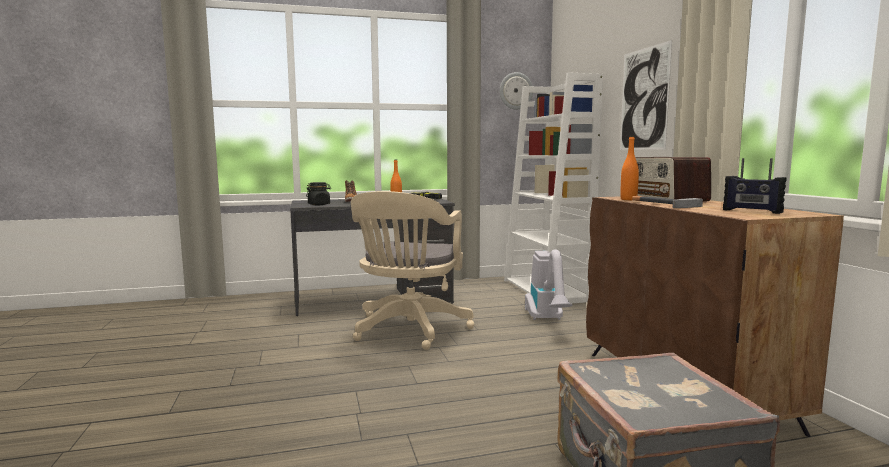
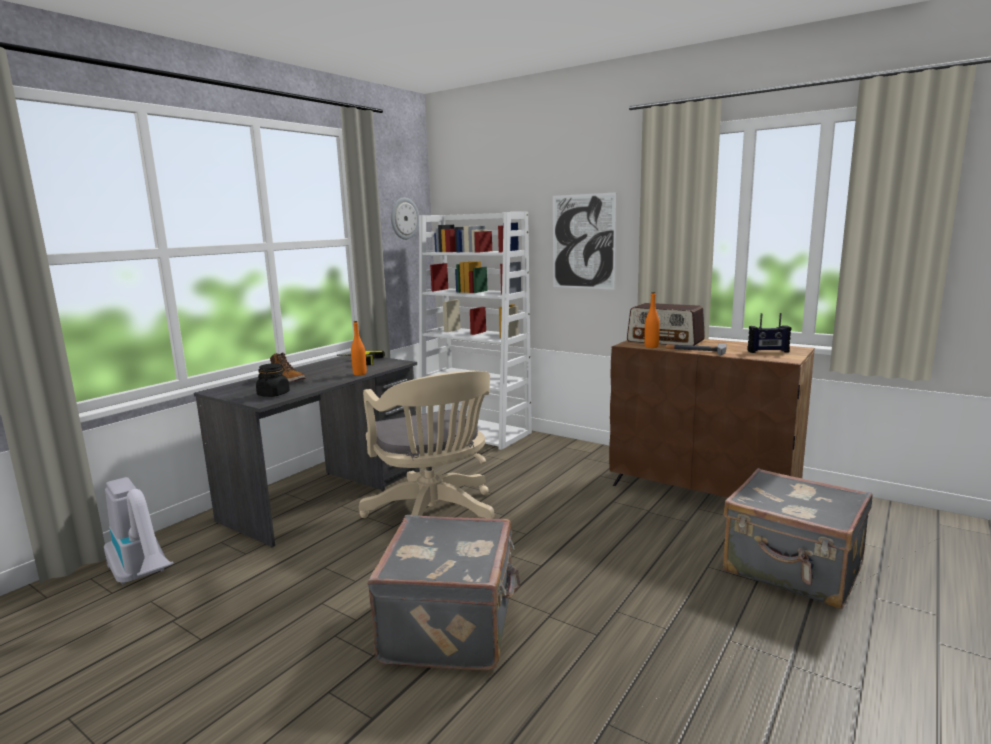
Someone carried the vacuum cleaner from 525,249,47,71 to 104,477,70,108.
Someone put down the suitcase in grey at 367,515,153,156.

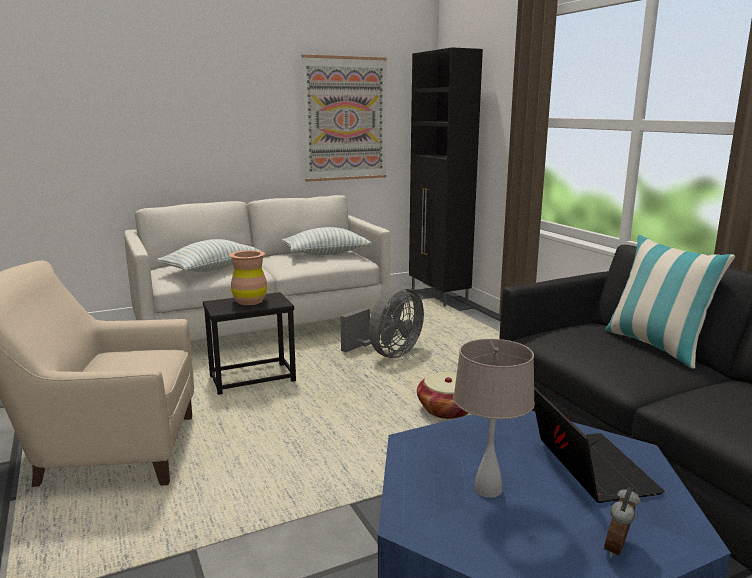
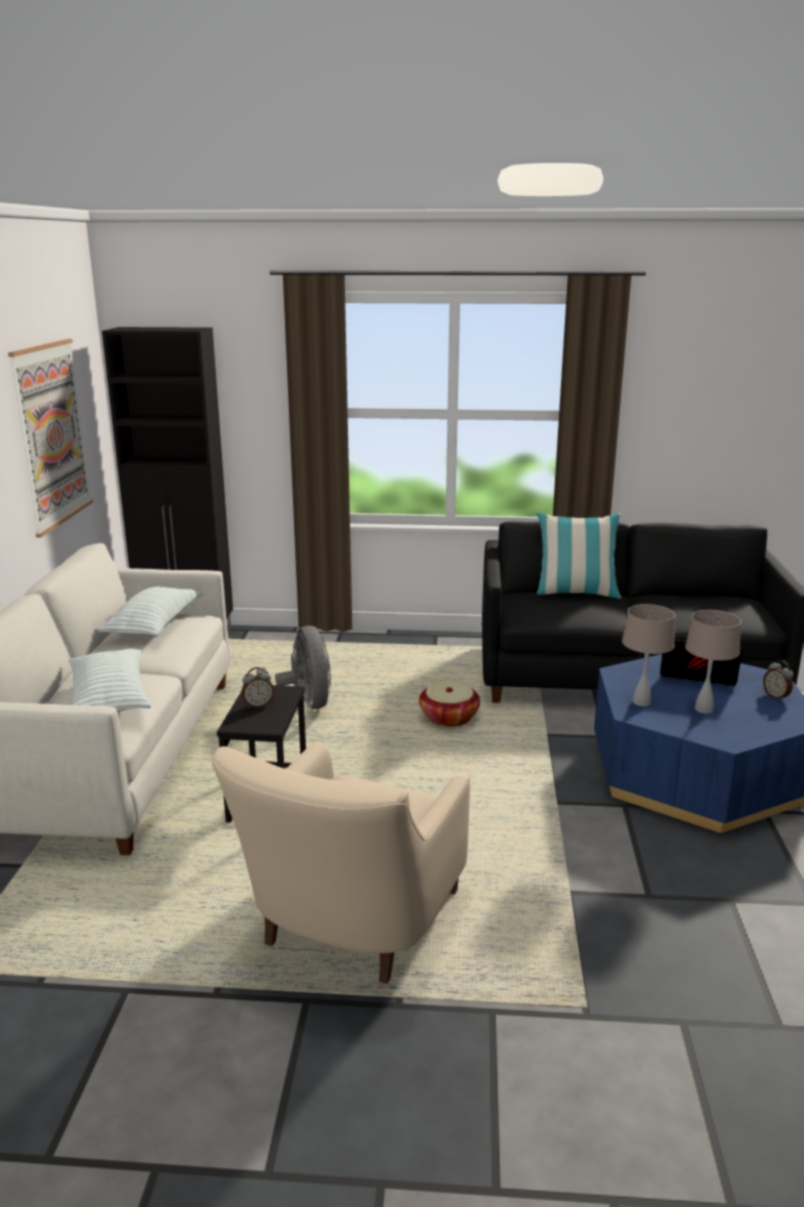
Someone swapped the vase in brown at 229,250,38,55 for the alarm clock at 242,667,32,41.
Someone put down the table lamp in beige at 622,604,53,102.

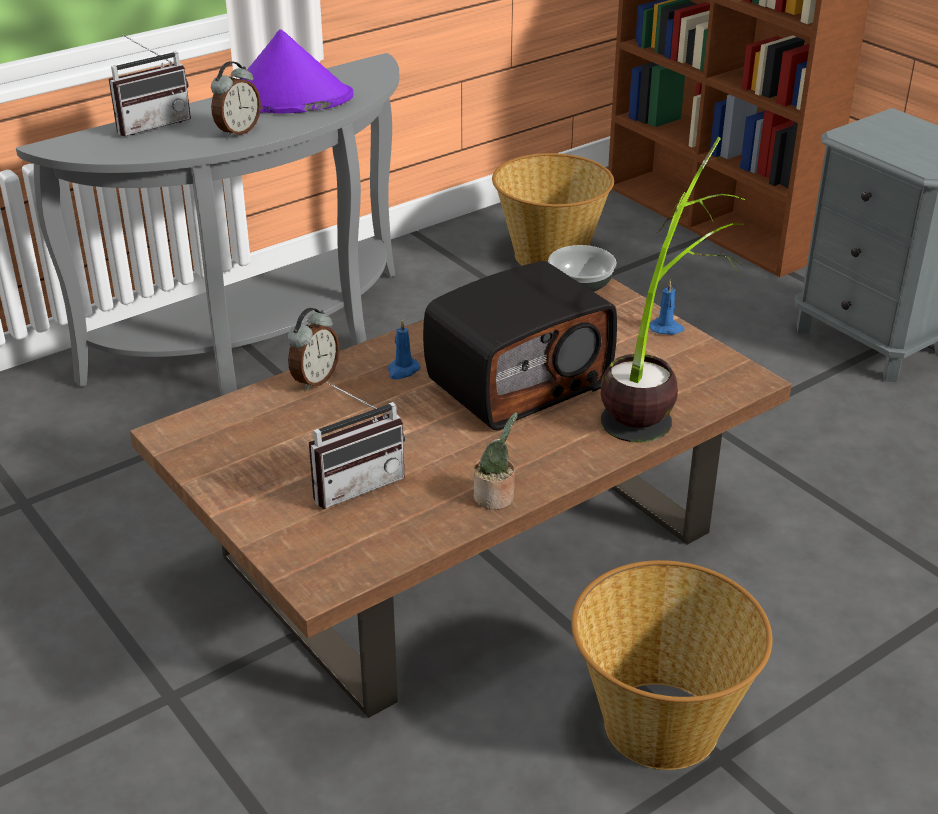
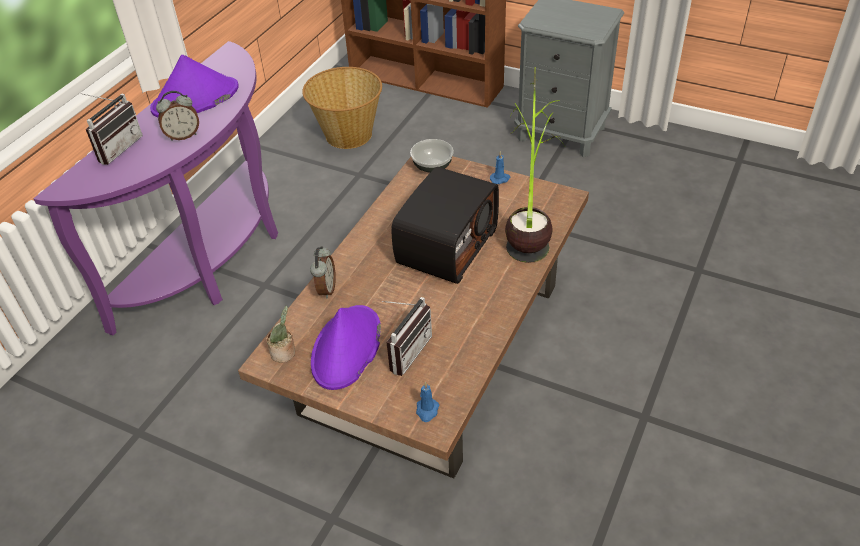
Someone repainted the console table in grey at 16,53,384,342, which became the console table in purple at 33,41,245,294.
Someone rotated the alarm clock at 211,61,50,78 by 60 degrees clockwise.
Someone carried the potted plant from 474,412,44,98 to 266,306,29,57.
Someone put down the hat in purple at 311,305,70,85.
Someone carried the candle in blue from 388,320,33,59 to 416,382,23,40.
Someone took away the basket at 571,560,201,210.

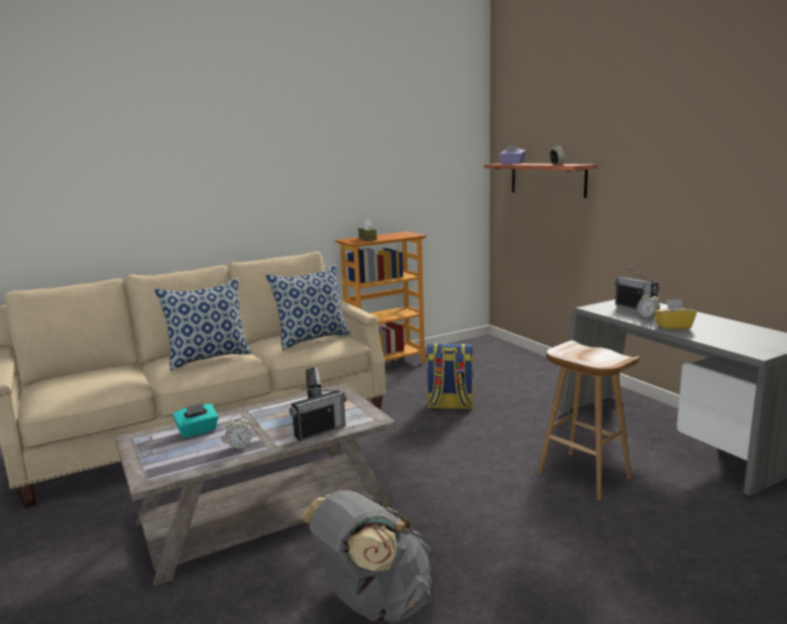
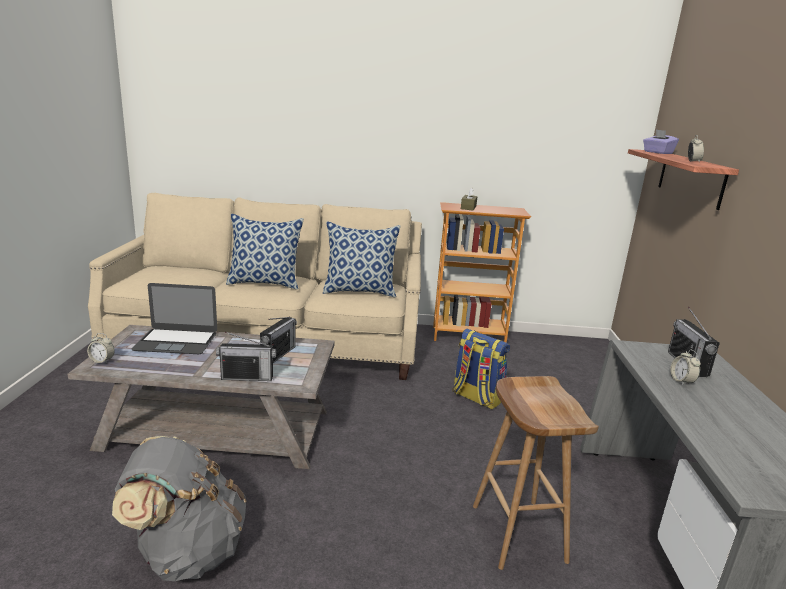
Someone carried the alarm clock from 225,415,27,35 to 87,333,28,31.
Someone swapped the tissue box in turquoise at 173,403,46,35 for the laptop at 132,283,85,71.
Someone took away the tissue box in yellow at 654,299,43,30.

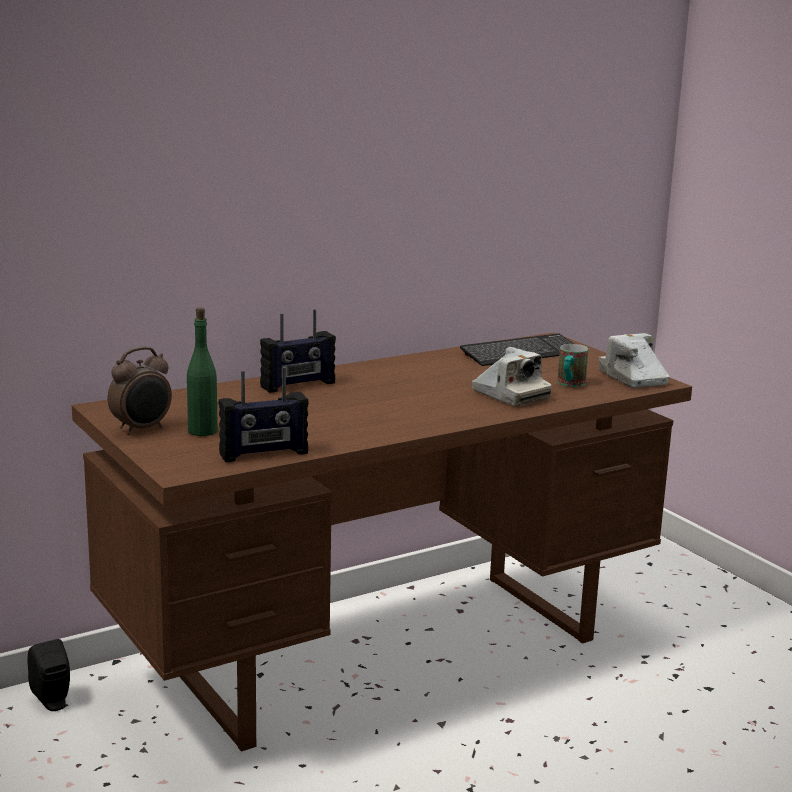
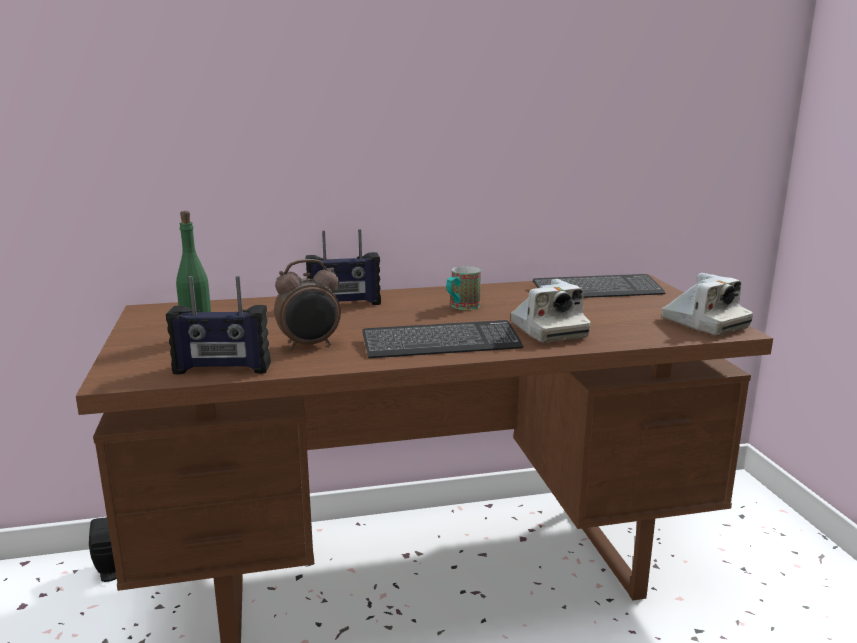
Someone carried the alarm clock from 108,347,64,88 to 274,259,67,91.
Someone put down the keyboard at 362,320,161,38.
Someone carried the mug from 557,344,31,43 to 446,266,35,44.
Someone rotated the photo camera at 599,333,71,55 by 150 degrees clockwise.

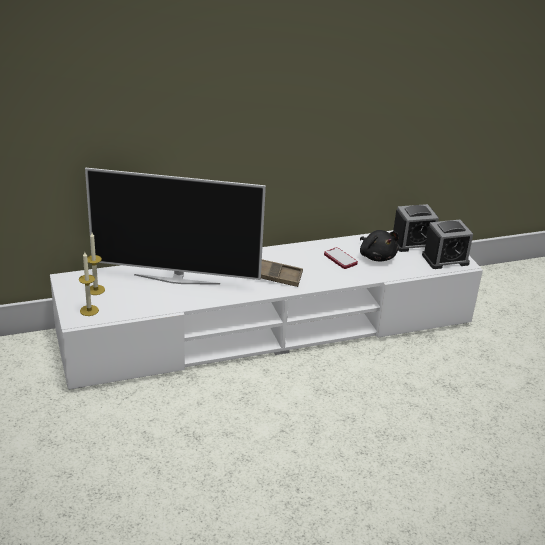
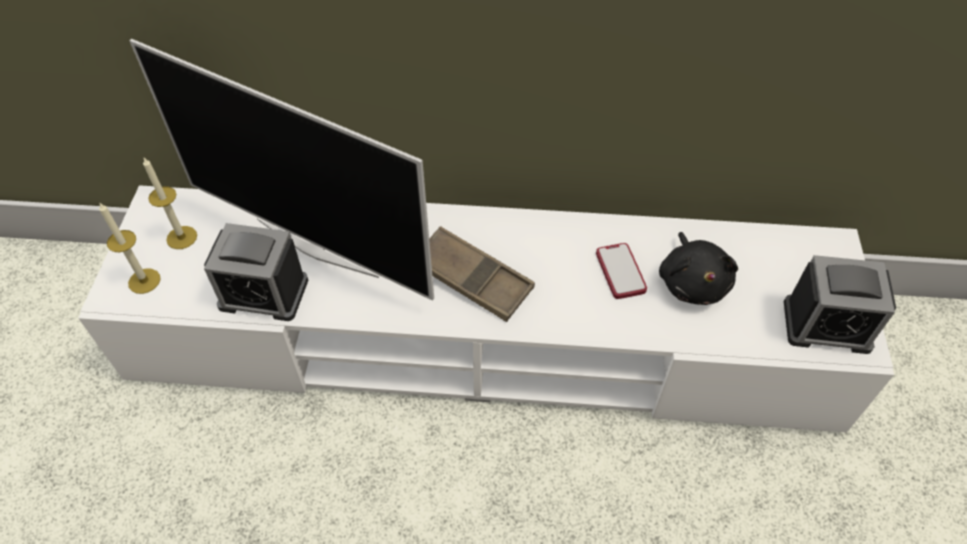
Someone carried the alarm clock from 393,204,46,48 to 204,223,104,98.

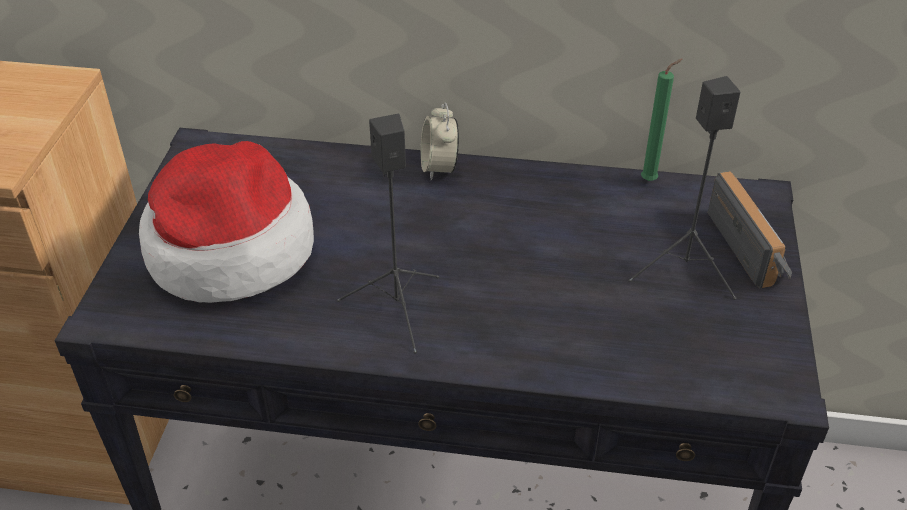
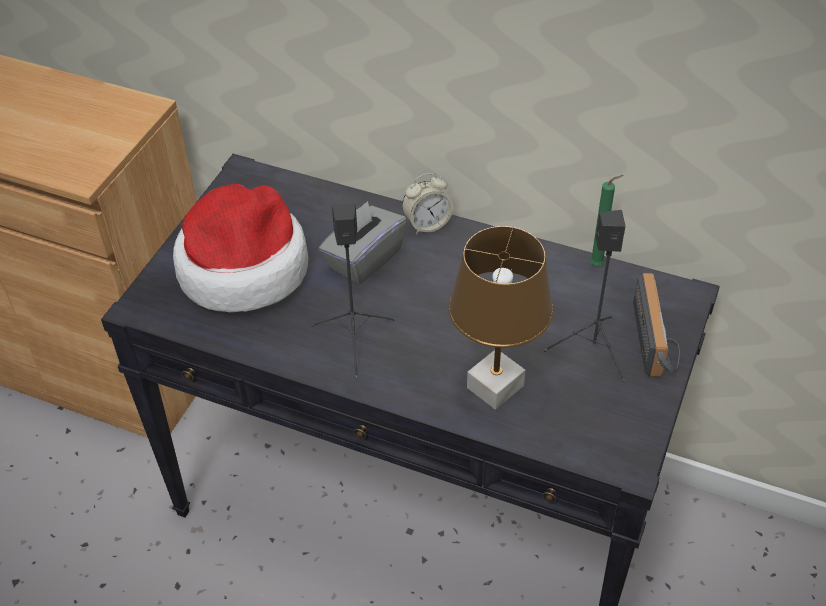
Someone put down the tissue box in grey at 319,201,88,84.
Someone rotated the alarm clock at 420,102,39,78 by 120 degrees counterclockwise.
Someone put down the table lamp in brown at 448,226,105,184.

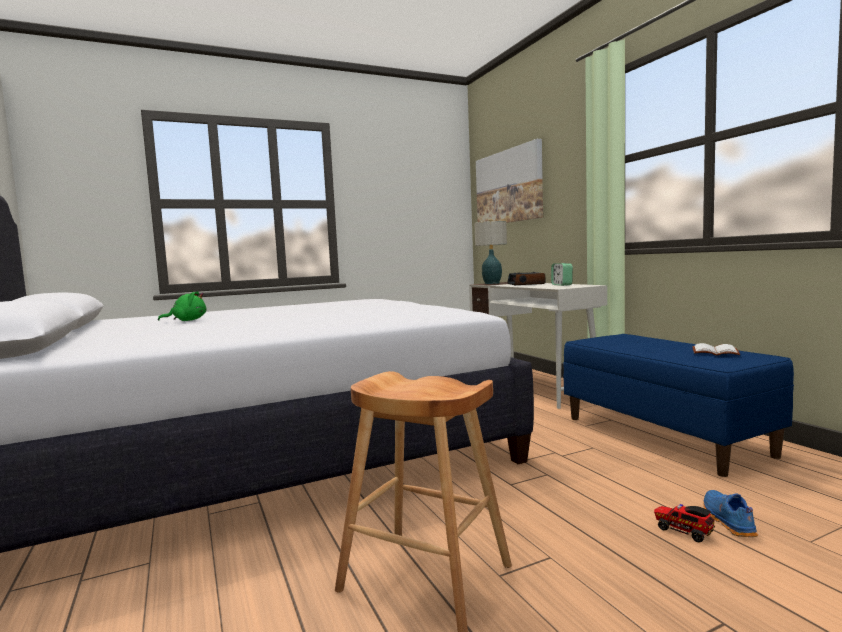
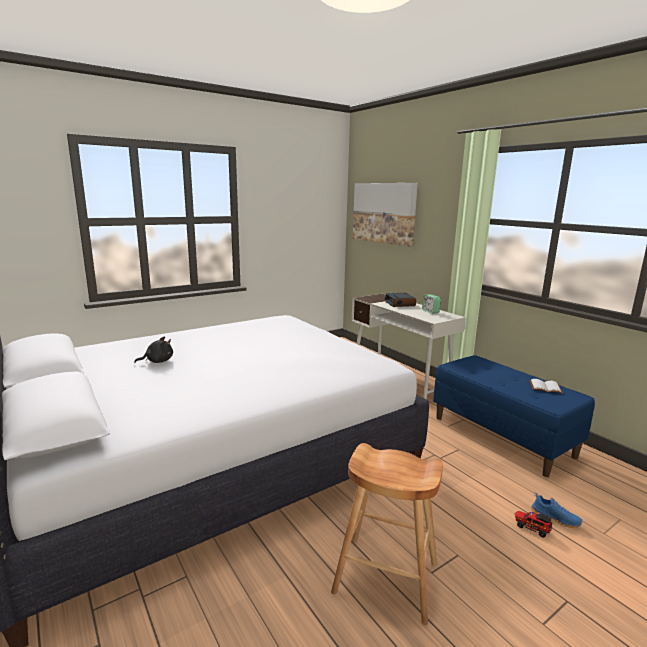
Someone repainted the plush toy in green at 158,291,48,30, which became the plush toy in black at 134,336,39,27.
Someone rotated the shoe in blue at 703,490,55,47 by 135 degrees clockwise.
Someone took away the table lamp at 475,220,32,64.

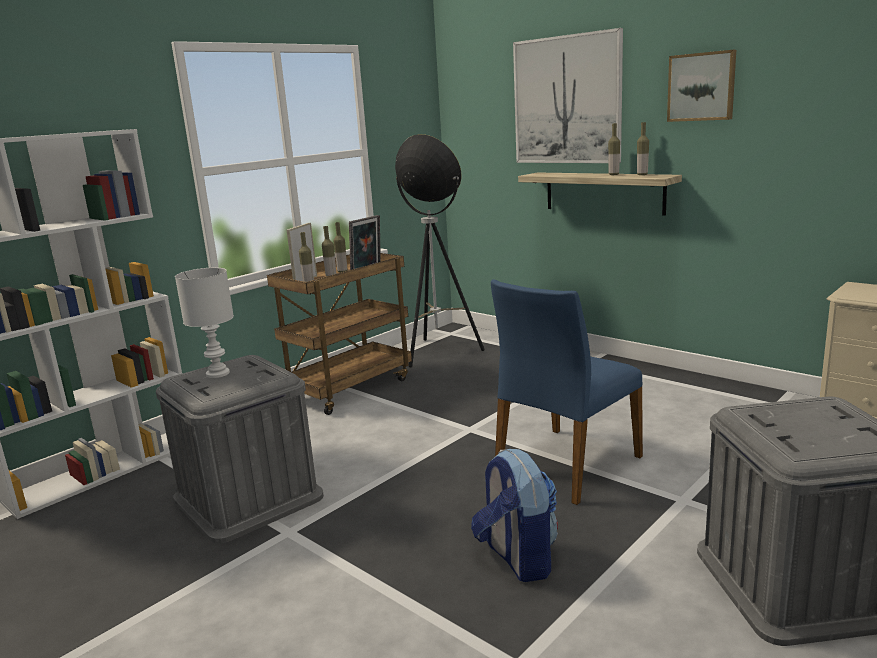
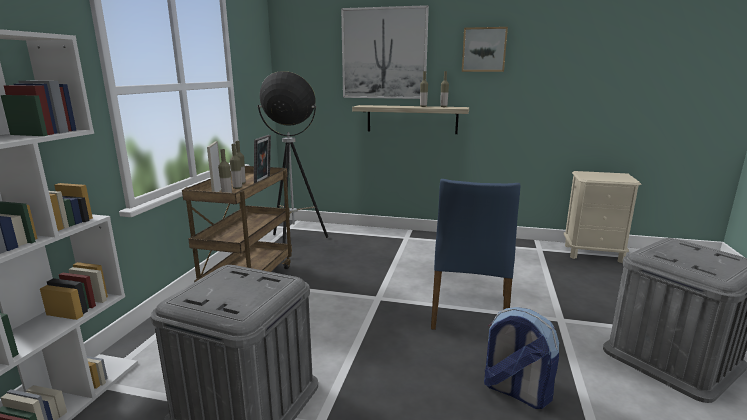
Someone took away the table lamp in white at 175,268,59,110.

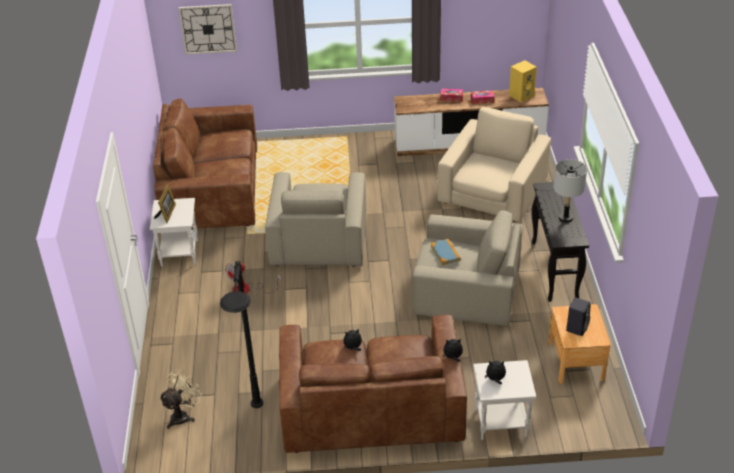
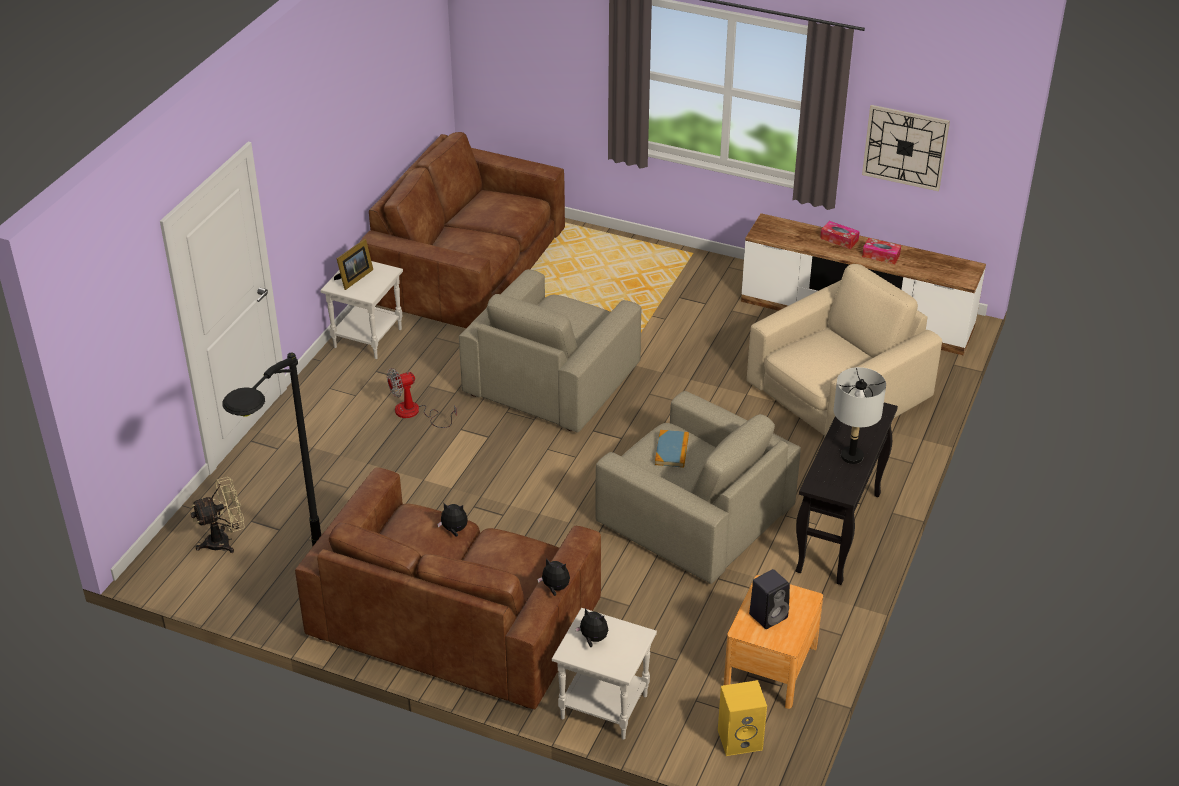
Someone carried the speaker in yellow from 509,60,28,42 to 718,680,49,76.
Someone carried the wall clock from 178,4,59,51 to 862,105,88,86.

